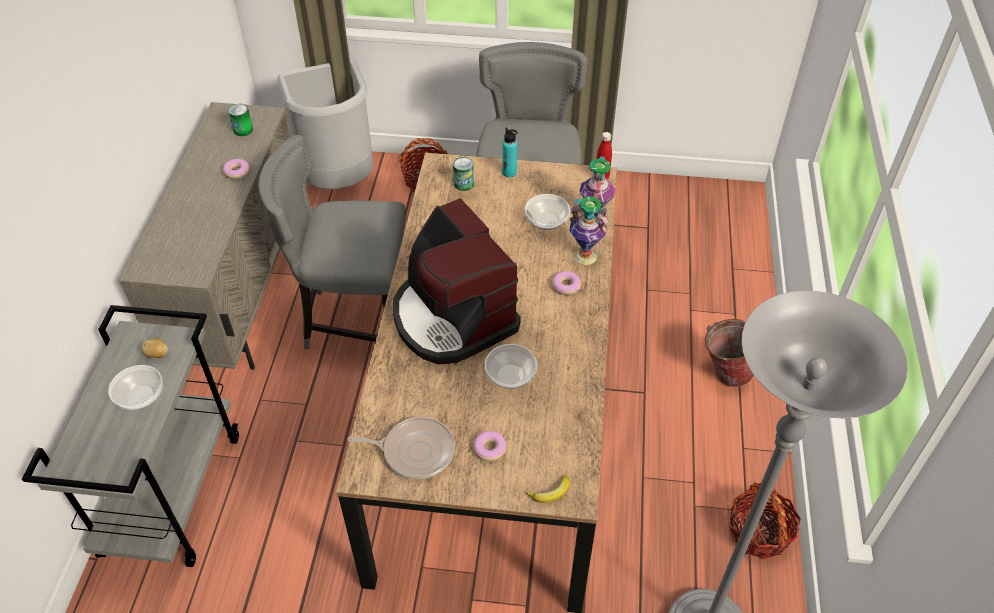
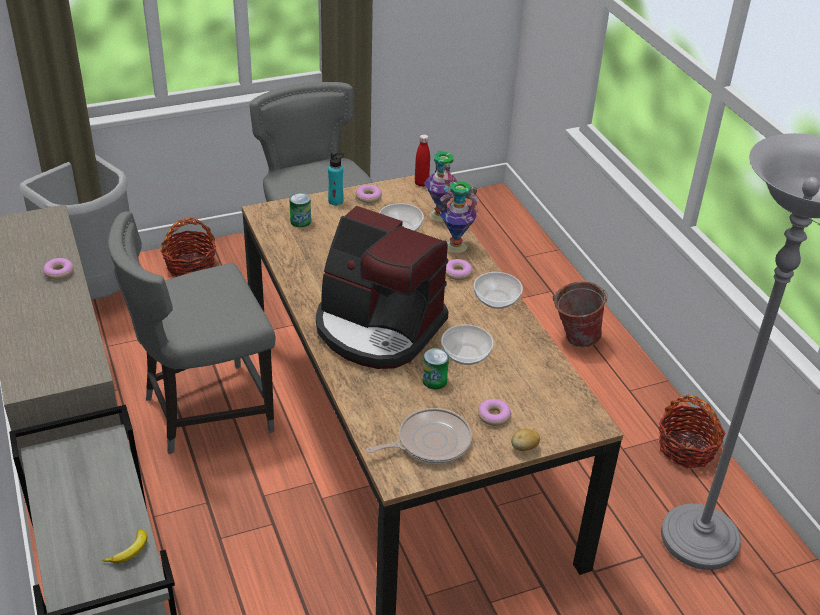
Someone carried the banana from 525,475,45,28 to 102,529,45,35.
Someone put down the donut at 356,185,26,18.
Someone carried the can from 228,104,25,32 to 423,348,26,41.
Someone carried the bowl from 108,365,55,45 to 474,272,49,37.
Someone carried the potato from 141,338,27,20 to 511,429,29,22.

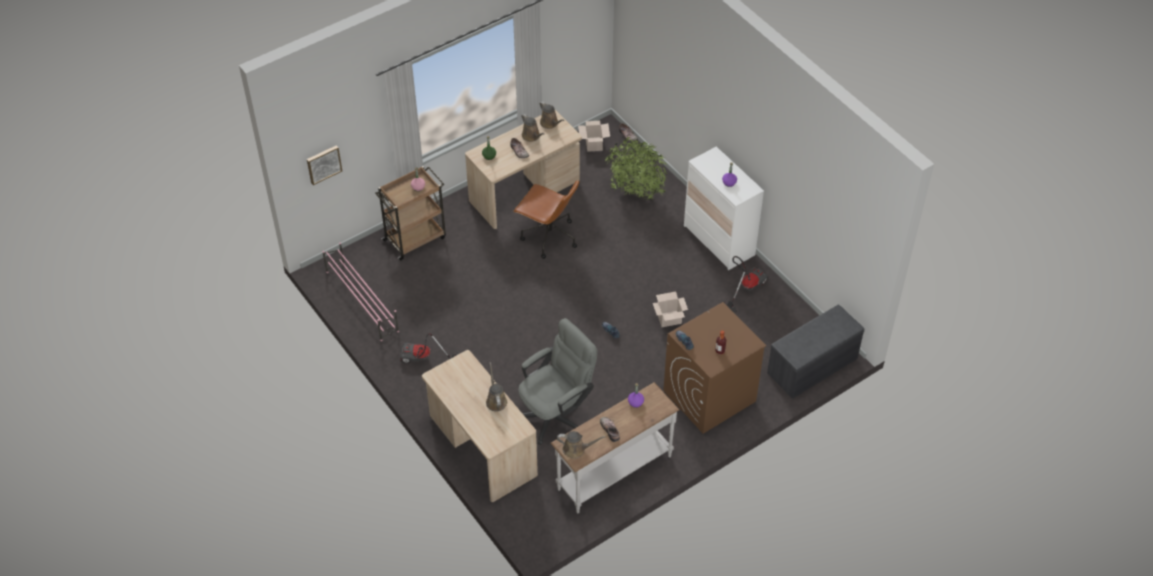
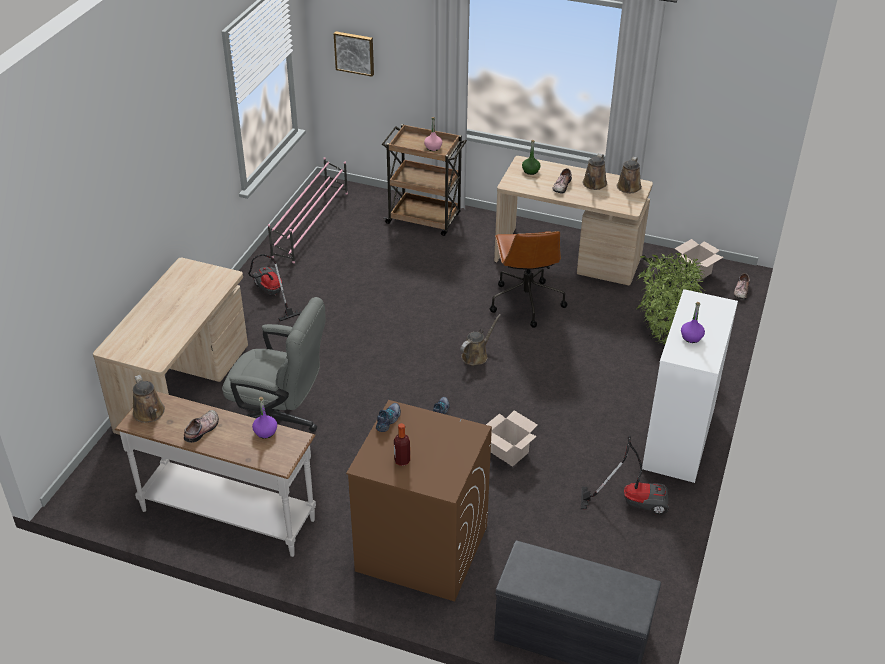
Someone carried the watering can in brown from 486,362,21,49 to 460,314,41,51.

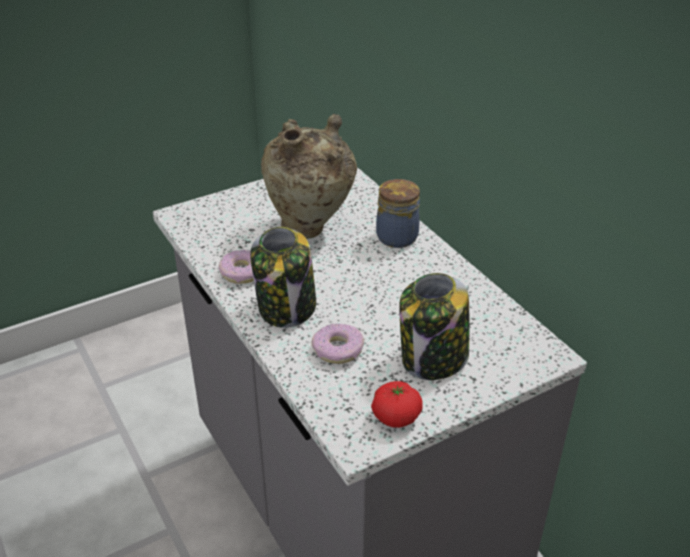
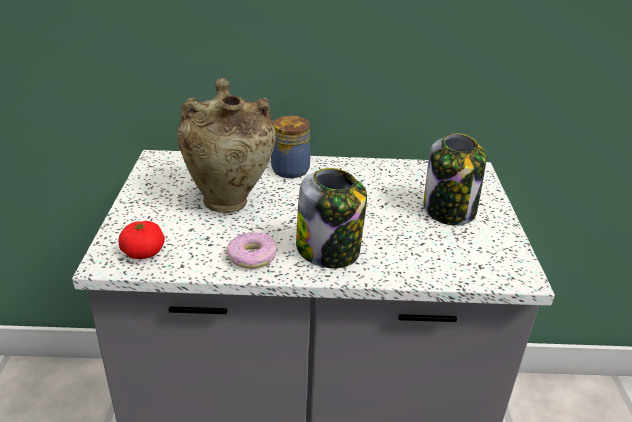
Someone carried the tomato from 371,381,52,47 to 119,221,46,38.
Someone took away the donut at 311,323,53,41.

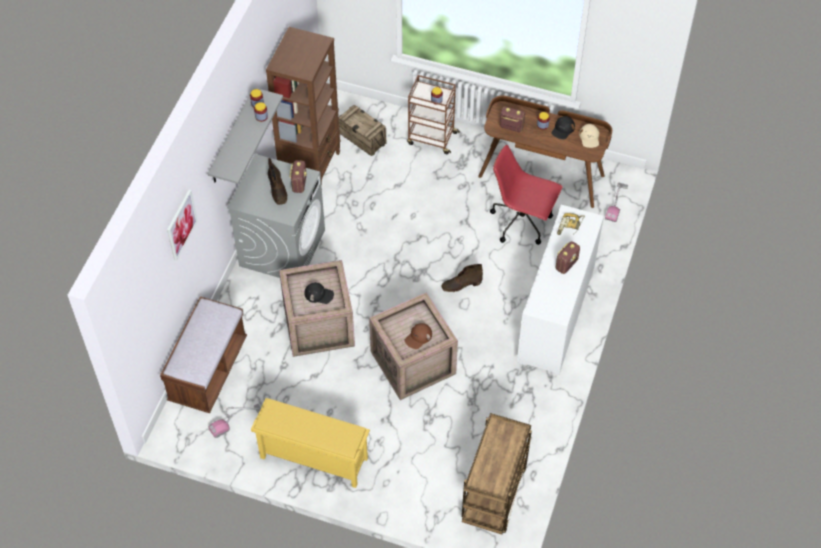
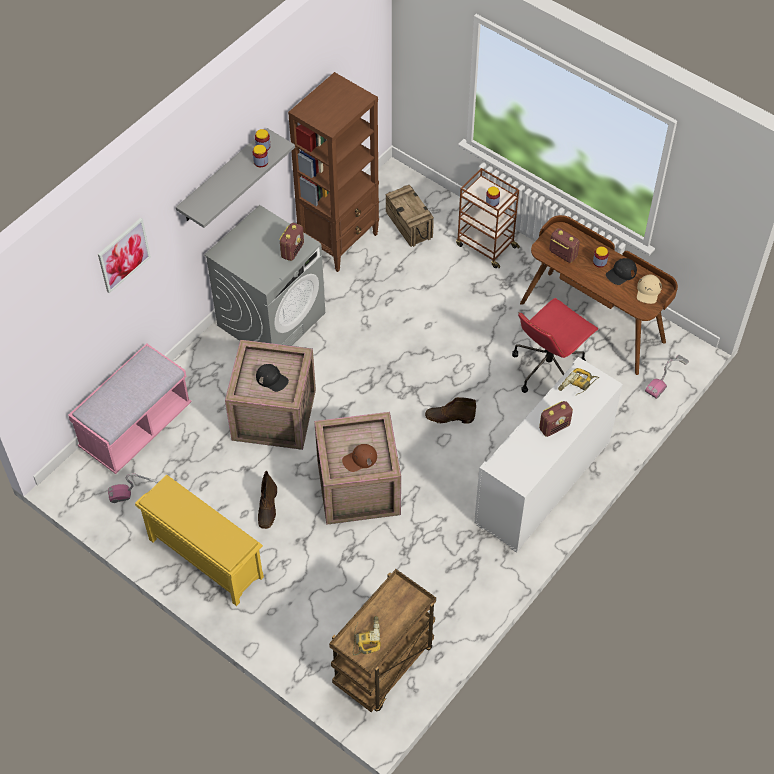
Someone repainted the bench in brown at 160,296,87,117, which became the bench in pink at 68,344,123,130.
Someone carried the boot in brown from 268,158,20,47 to 258,471,19,58.
Someone put down the power drill at 353,616,28,39.
Someone rotated the office chair in red at 490,145,72,100 by 90 degrees counterclockwise.

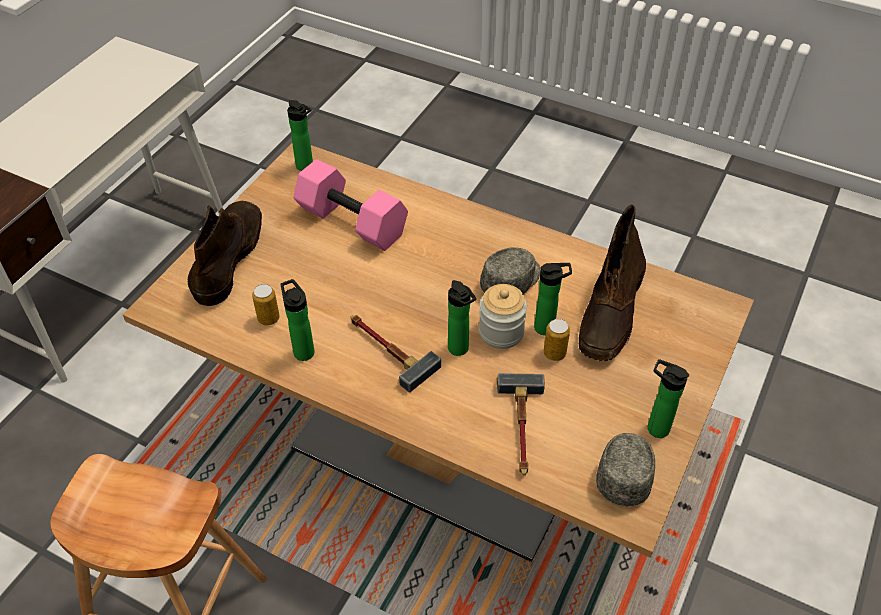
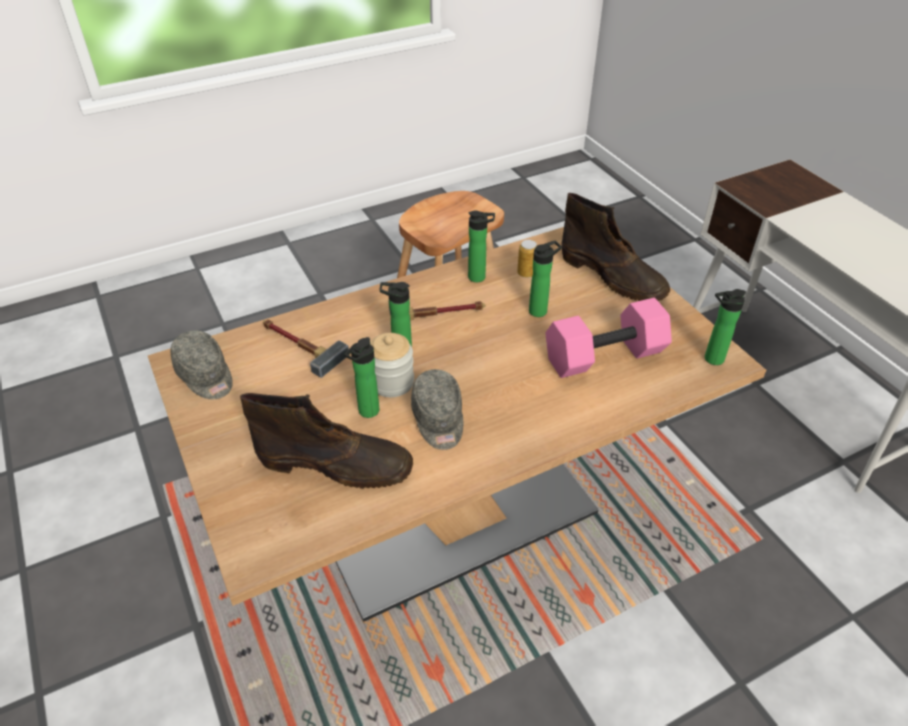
Someone rotated the boot in brown at 579,204,67,157 by 135 degrees clockwise.
Someone carried the bottle from 647,359,42,79 to 529,241,33,76.
Someone took away the can at 544,319,26,42.

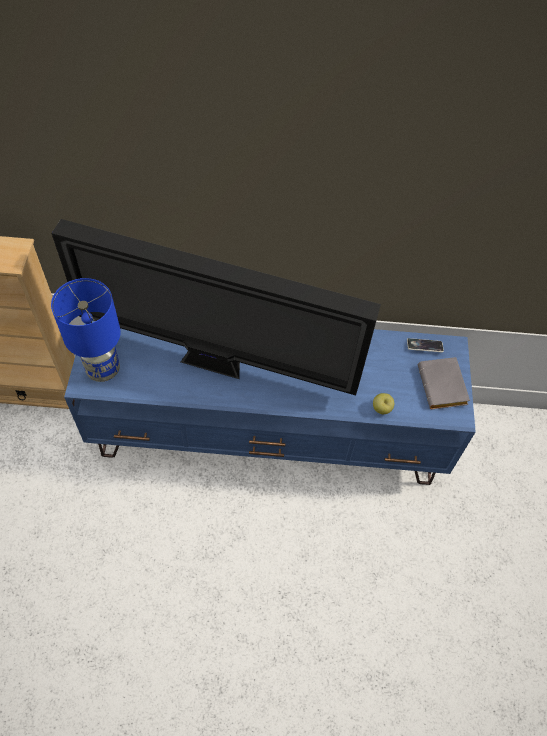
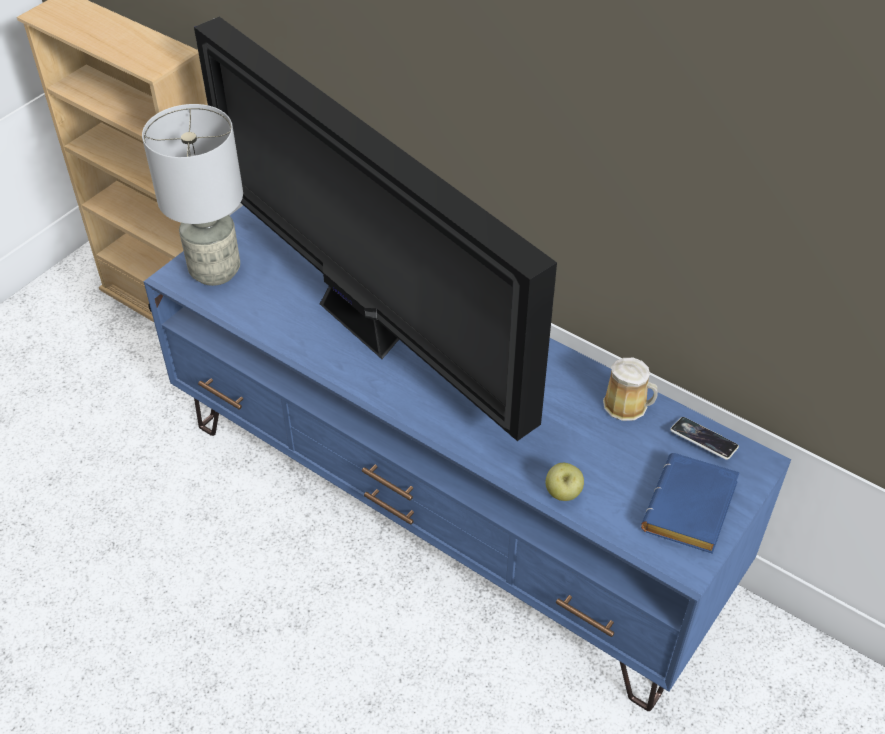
Someone repainted the table lamp in blue at 51,278,70,104, which became the table lamp in grey at 142,104,101,182.
Someone put down the mug at 603,358,55,63.
Someone repainted the book in grey at 418,357,52,52, which became the book in blue at 641,453,99,101.

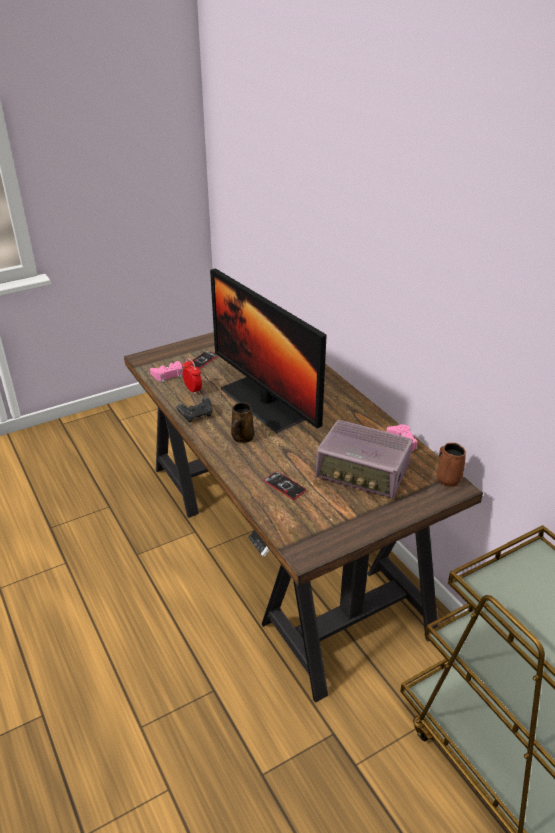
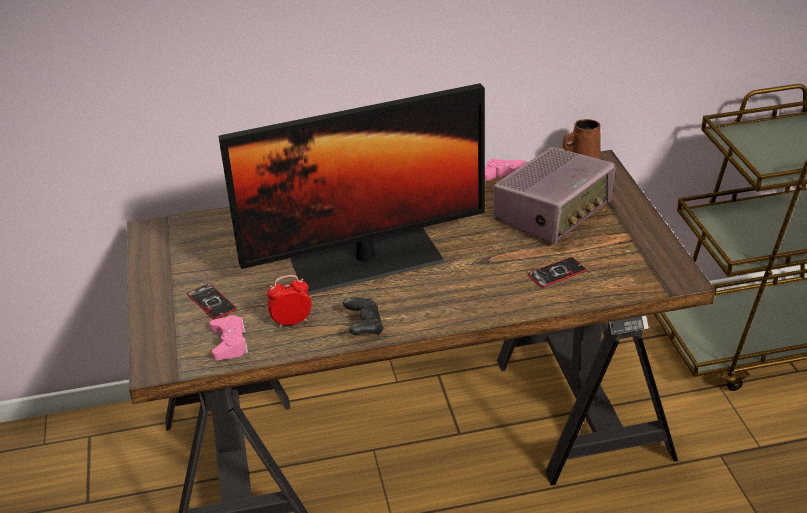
Someone took away the mug in brown at 231,402,24,41.

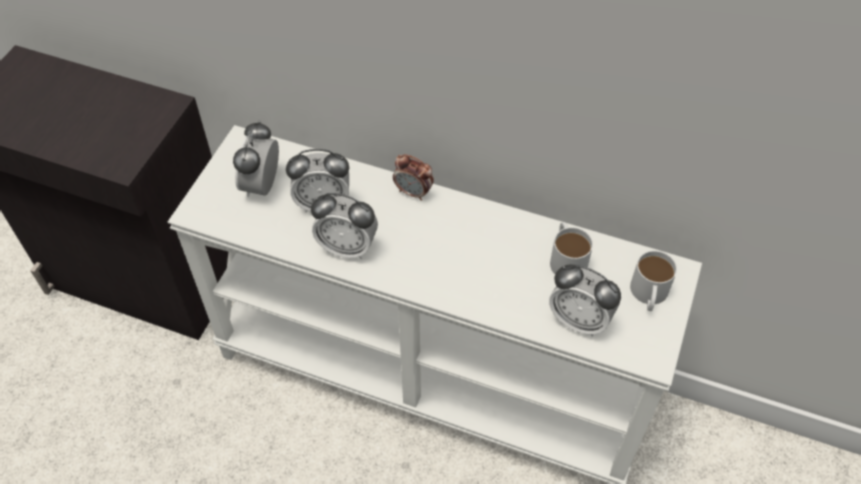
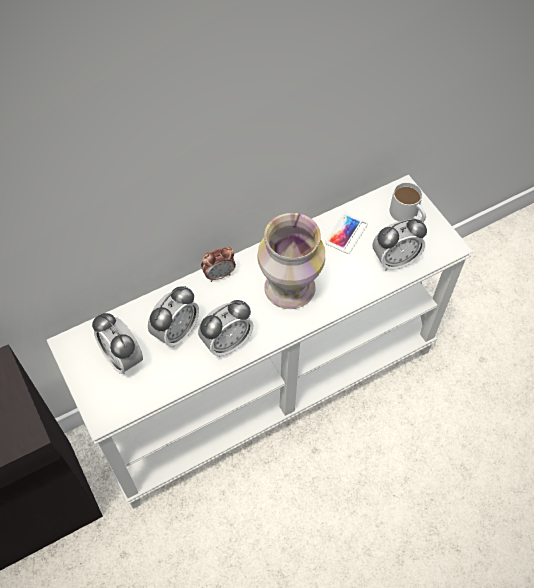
Someone put down the vase at 258,213,67,96.
Someone swapped the mug in white at 550,222,43,52 for the phone at 325,213,43,41.

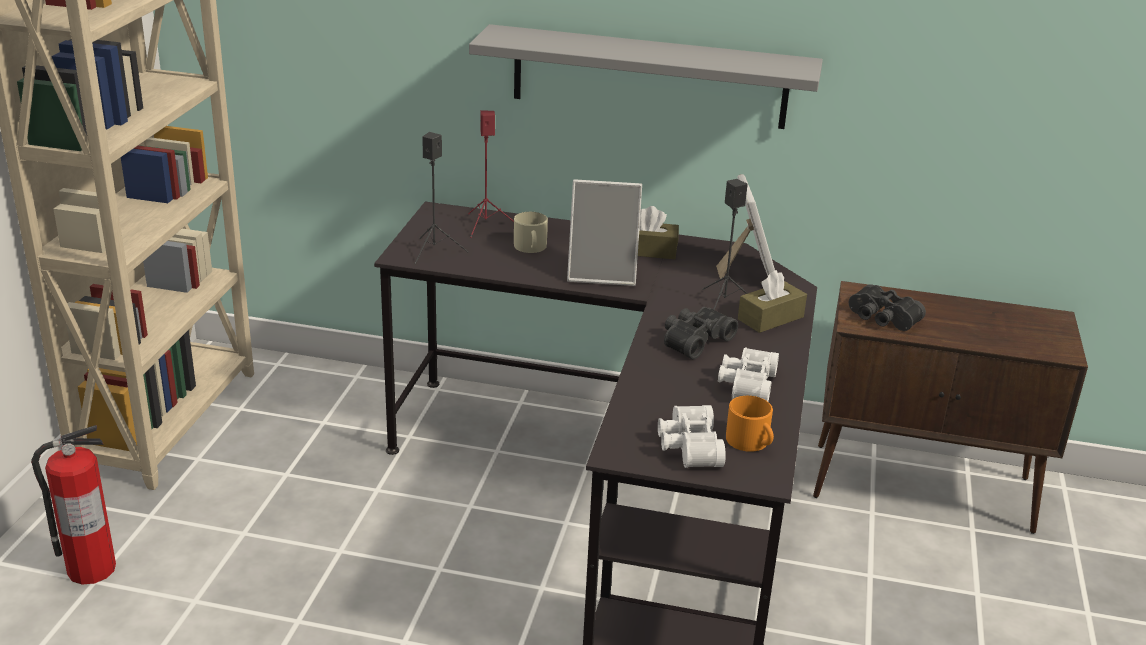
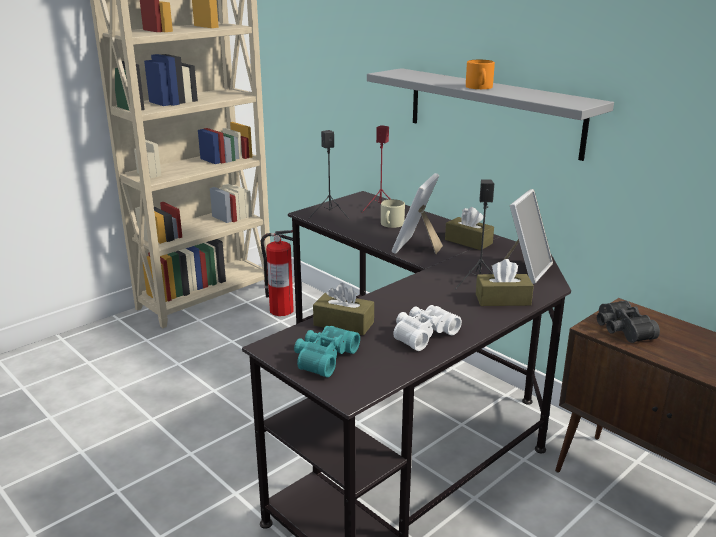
Someone carried the fire extinguisher from 31,425,85,159 to 261,230,33,86.
Someone repainted the binoculars in white at 658,405,68,63, which became the binoculars in turquoise at 294,326,66,52.
Someone put down the tissue box in brown at 313,283,61,52.
Someone rotated the picture frame at 567,179,75,107 by 75 degrees clockwise.
Someone carried the mug in orange from 726,396,48,56 to 466,60,29,29.
Someone took away the binoculars in black at 664,307,74,52.

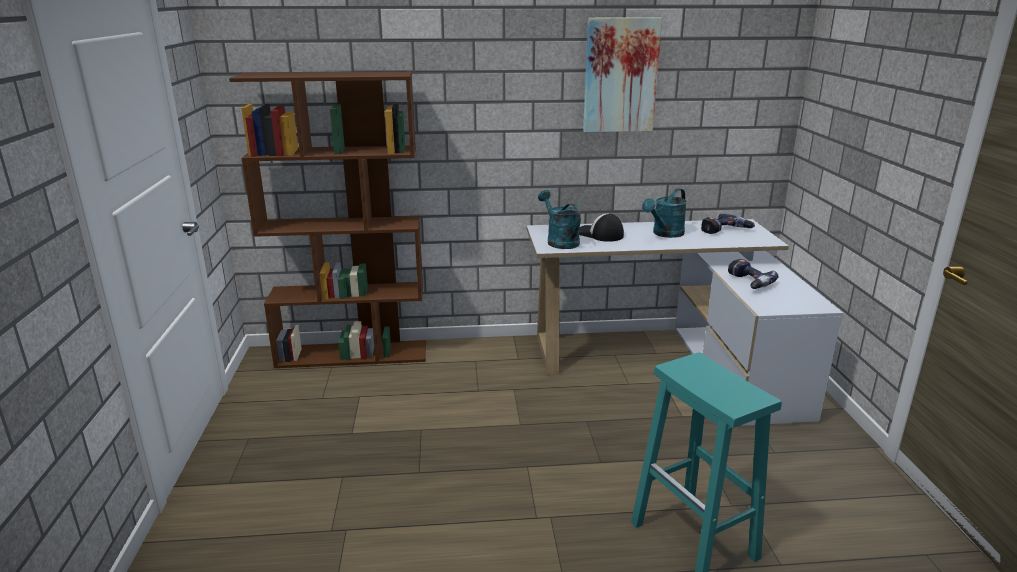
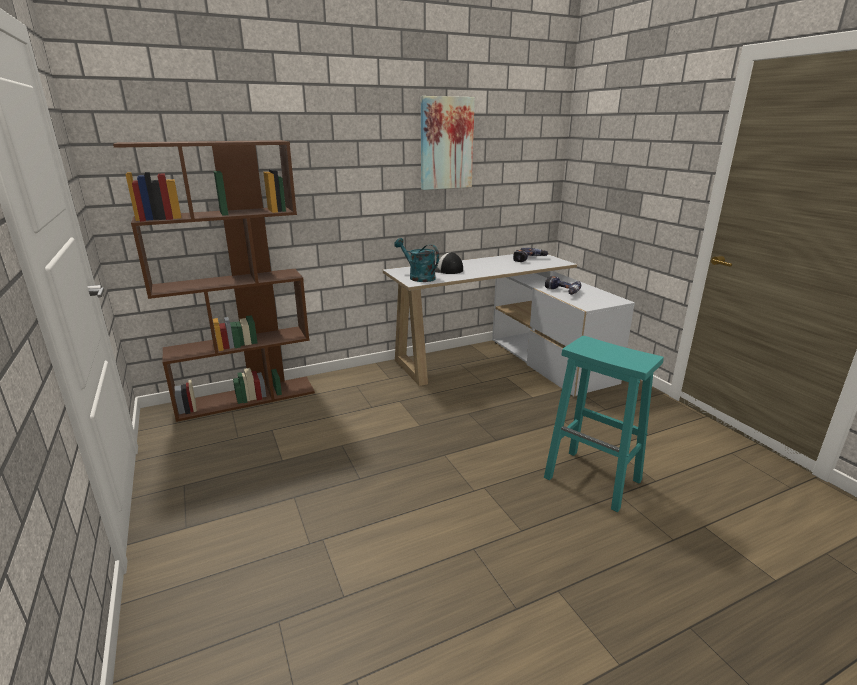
Someone took away the watering can in turquoise at 642,188,45,50.

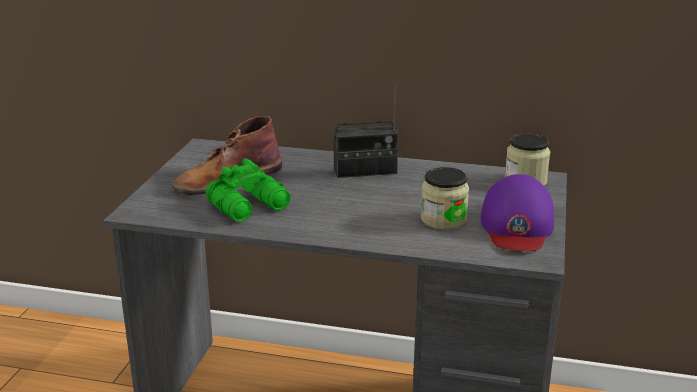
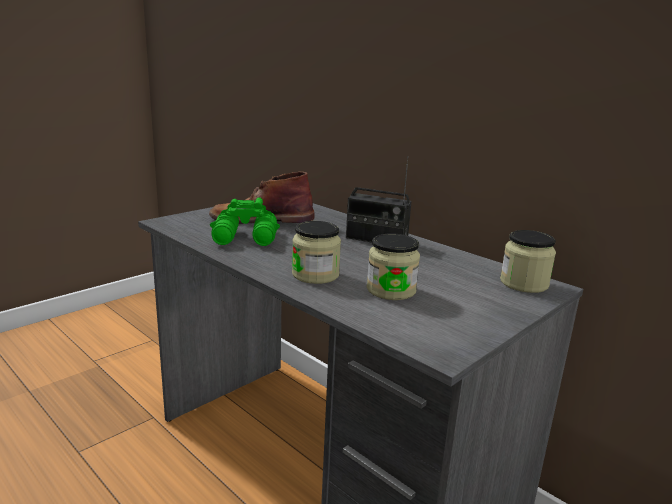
Someone put down the jar at 292,221,49,63.
Someone took away the cap in purple at 481,174,73,77.

